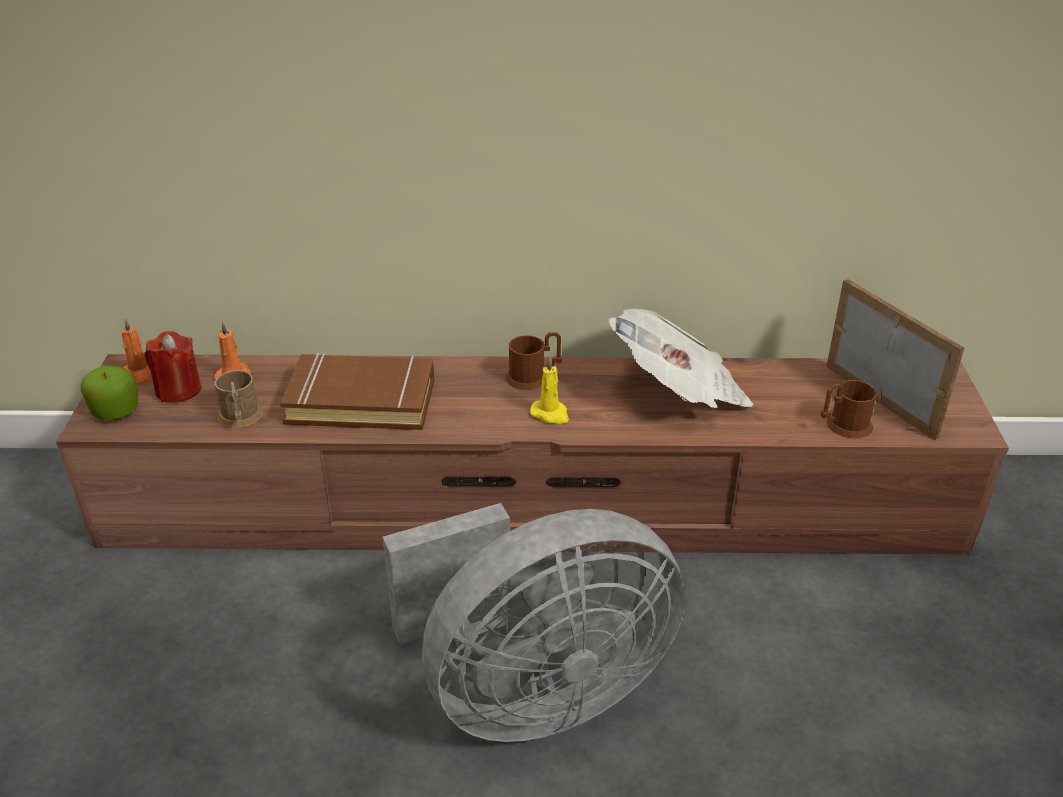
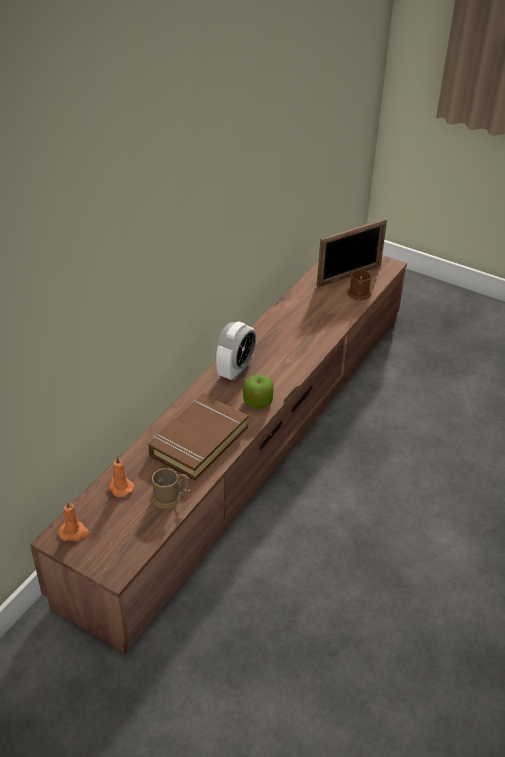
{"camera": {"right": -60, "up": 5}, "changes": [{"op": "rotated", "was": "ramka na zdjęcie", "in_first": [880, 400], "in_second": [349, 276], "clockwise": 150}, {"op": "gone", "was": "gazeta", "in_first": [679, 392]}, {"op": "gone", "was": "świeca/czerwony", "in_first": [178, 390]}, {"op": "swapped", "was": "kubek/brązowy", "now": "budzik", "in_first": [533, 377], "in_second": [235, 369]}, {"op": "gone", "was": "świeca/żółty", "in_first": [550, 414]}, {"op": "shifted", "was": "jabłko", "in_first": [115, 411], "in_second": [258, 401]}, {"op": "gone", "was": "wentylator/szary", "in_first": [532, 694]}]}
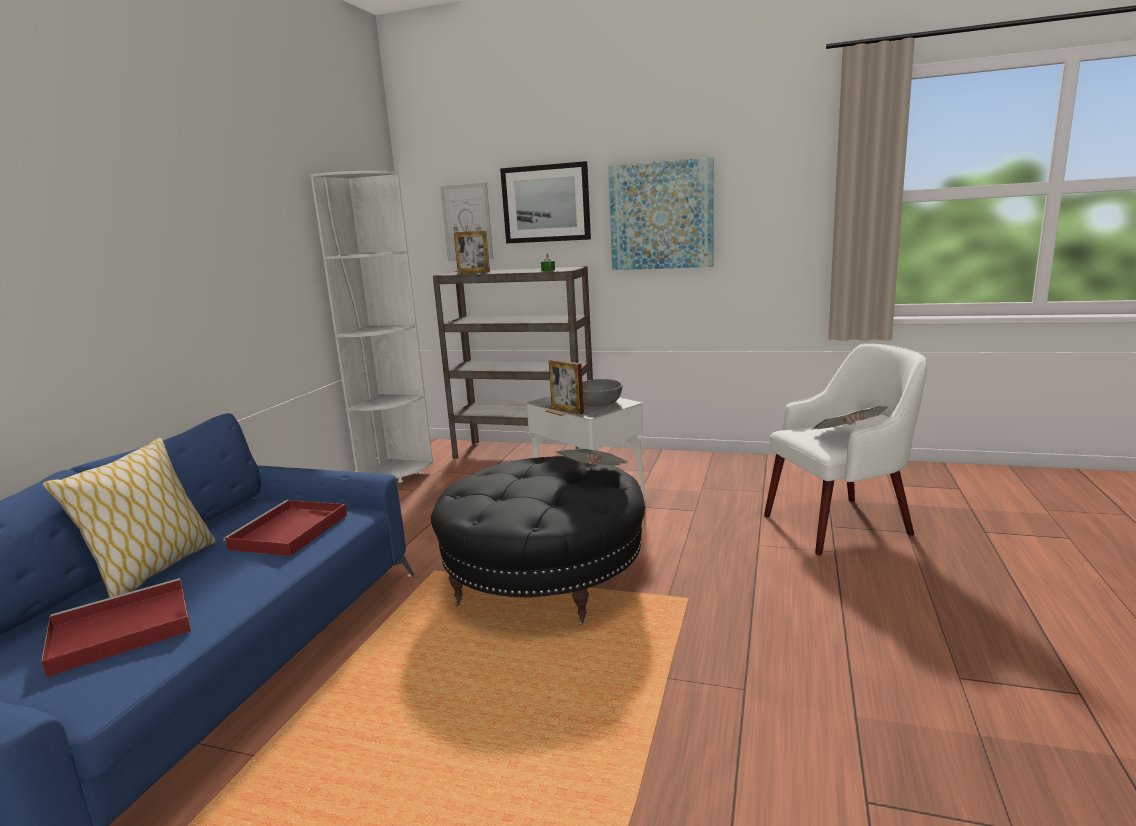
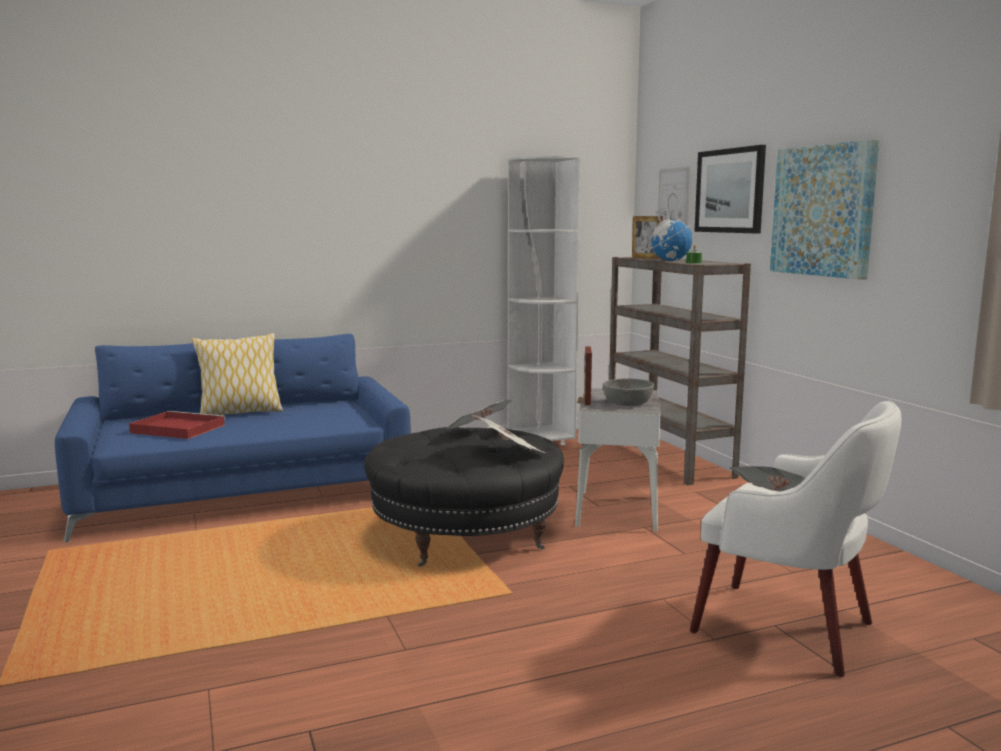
{"camera": {"right": 50, "up": -5}, "changes": [{"op": "gone", "was": "taca/czerwony", "in_first": [288, 532]}, {"op": "new", "now": "globus", "in_second": [669, 260]}, {"op": "new", "now": "gazeta", "in_second": [478, 432]}]}
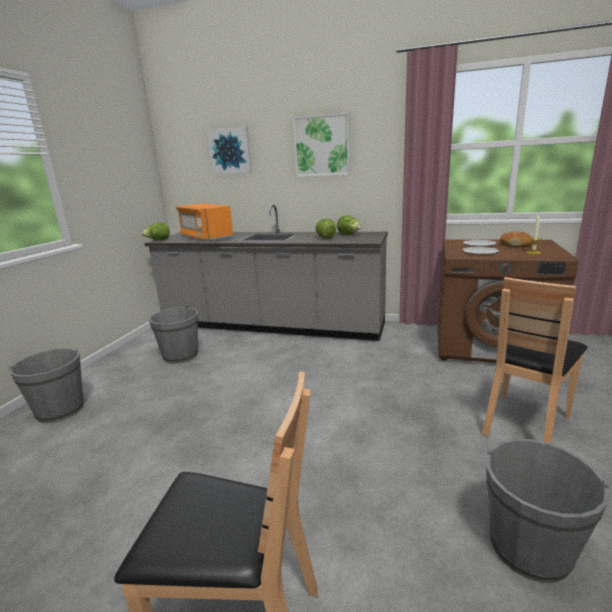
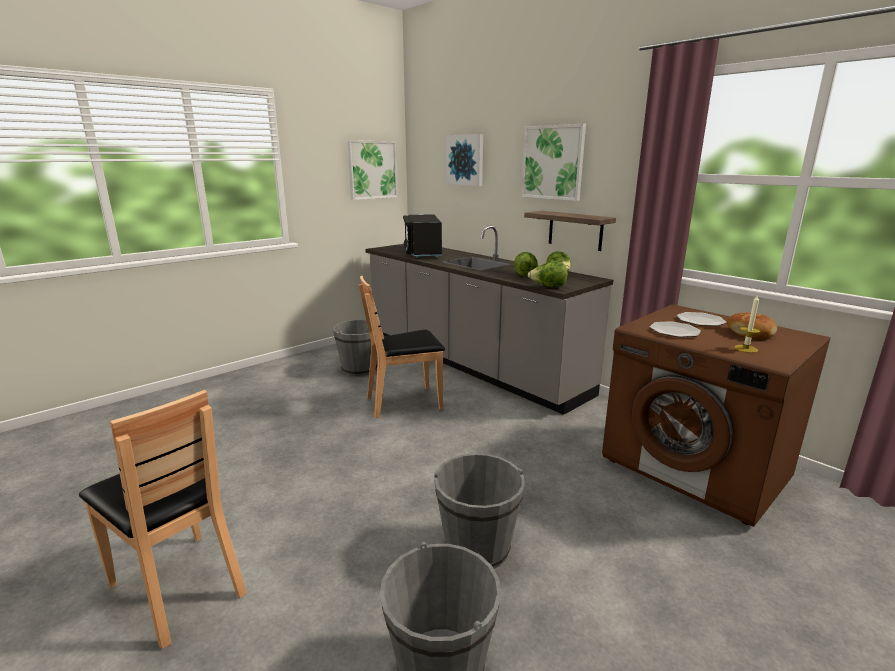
{"camera": {"right": 30, "up": 0}, "changes": [{"op": "repainted", "was": "mikrofalówka/pomarańczowy", "now": "mikrofalówka/czarny", "in_first": [206, 237], "in_second": [422, 252]}, {"op": "shifted", "was": "sałata", "in_first": [158, 240], "in_second": [548, 287]}, {"op": "shifted", "was": "krzesło/brązowy", "in_first": [525, 424], "in_second": [405, 402]}, {"op": "shifted", "was": "wiadro/szary", "in_first": [60, 410], "in_second": [477, 547]}, {"op": "new", "now": "obraz", "in_second": [372, 170]}, {"op": "new", "now": "półka", "in_second": [575, 230]}]}
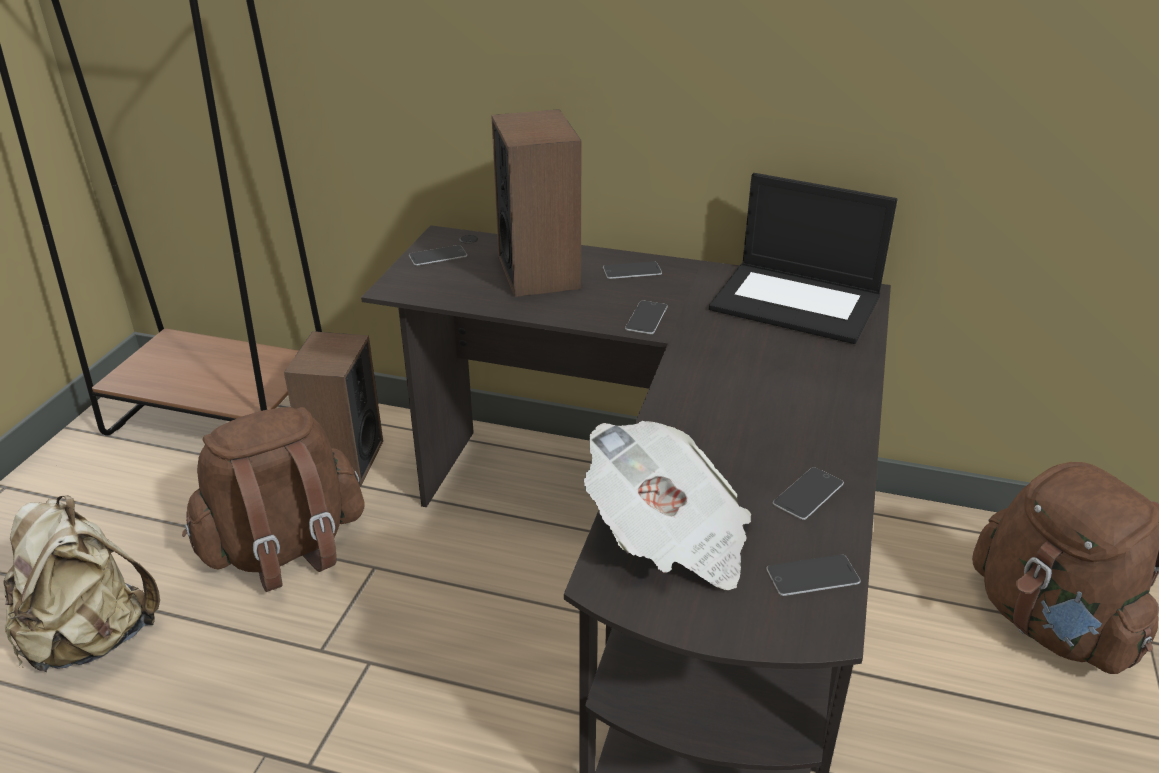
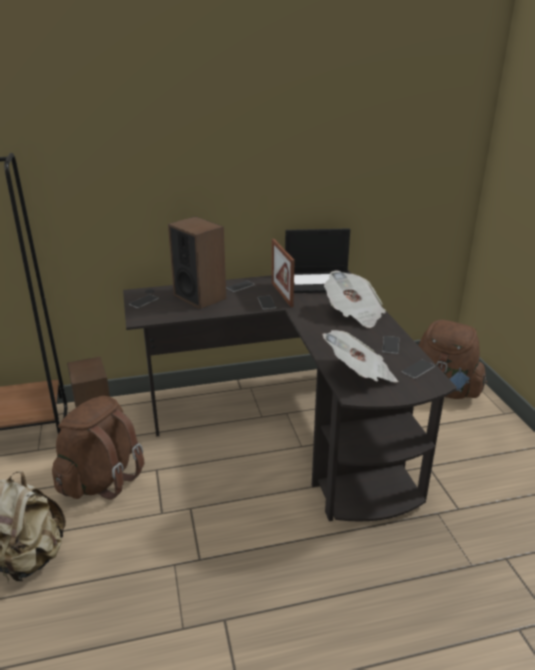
{"camera": {"right": -30, "up": -5}, "changes": [{"op": "new", "now": "ramka na zdjęcie", "in_second": [282, 294]}, {"op": "new", "now": "gazeta", "in_second": [354, 314]}]}
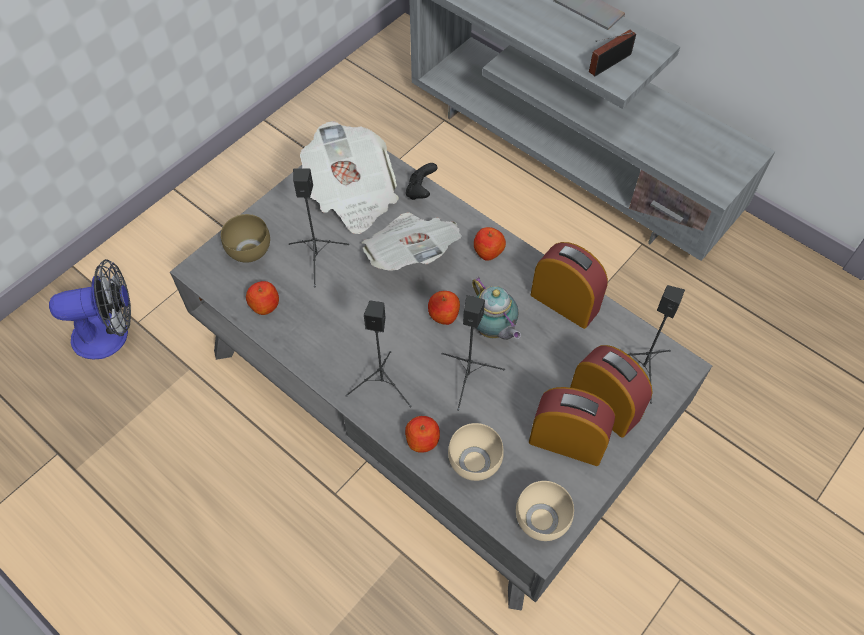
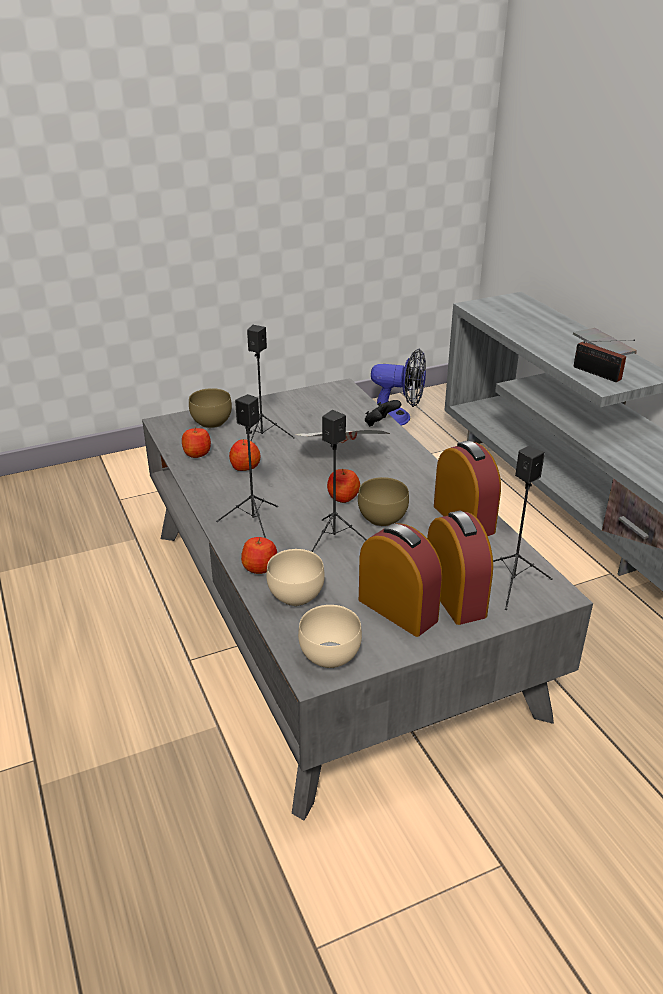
{"camera": {"right": 25, "up": -25}, "changes": [{"op": "rotated", "was": "radio", "in_first": [607, 64], "in_second": [599, 374], "clockwise": -120}, {"op": "gone", "was": "gazeta", "in_first": [352, 195]}, {"op": "shifted", "was": "jabłko", "in_first": [488, 251], "in_second": [245, 466]}, {"op": "shifted", "was": "wentylator", "in_first": [111, 334], "in_second": [397, 418]}, {"op": "swapped", "was": "imbryk", "now": "miska/brązowy", "in_first": [493, 330], "in_second": [380, 518]}]}
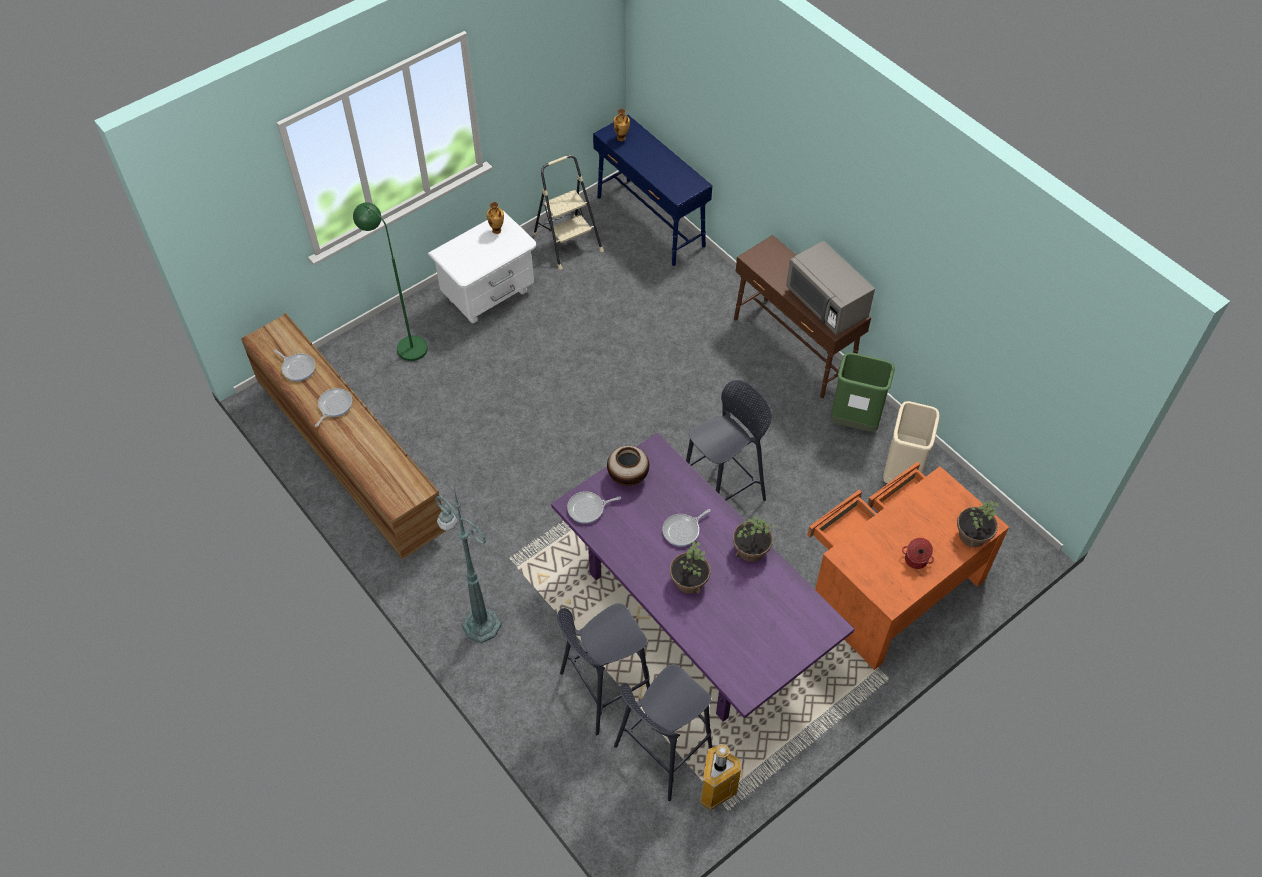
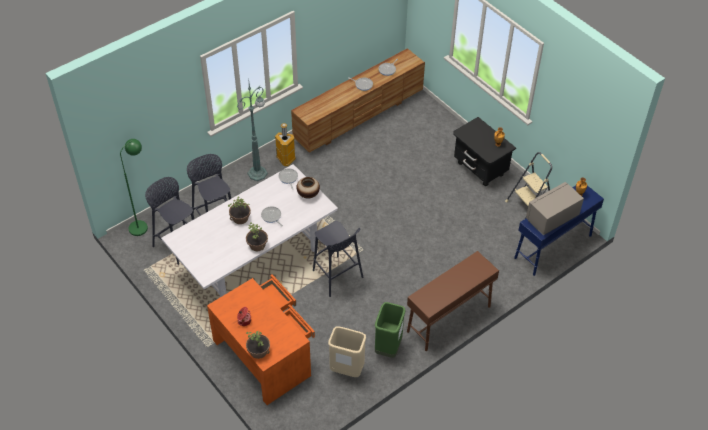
{"camera": {"right": 90, "up": -5}, "changes": [{"op": "shifted", "was": "lampa stojąca/zielony", "in_first": [405, 345], "in_second": [142, 225]}, {"op": "repainted", "was": "szafka nocna/biały", "now": "szafka nocna/czarny", "in_first": [490, 296], "in_second": [479, 169]}, {"op": "shifted", "was": "mikrofalówka/szary", "in_first": [826, 303], "in_second": [552, 218]}, {"op": "repainted", "was": "stół jadalny/fioletowy", "now": "stół jadalny/biały", "in_first": [694, 617], "in_second": [254, 260]}, {"op": "shifted", "was": "kosz na śmieci", "in_first": [715, 791], "in_second": [285, 159]}]}
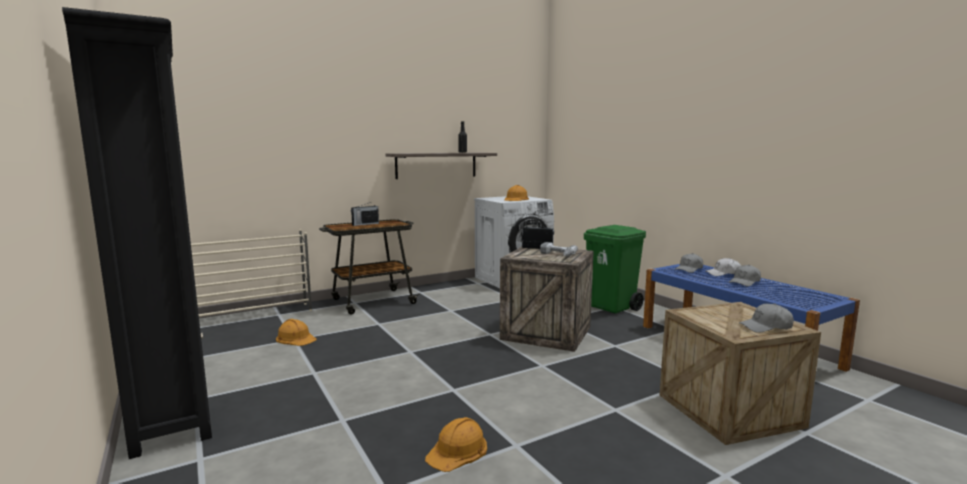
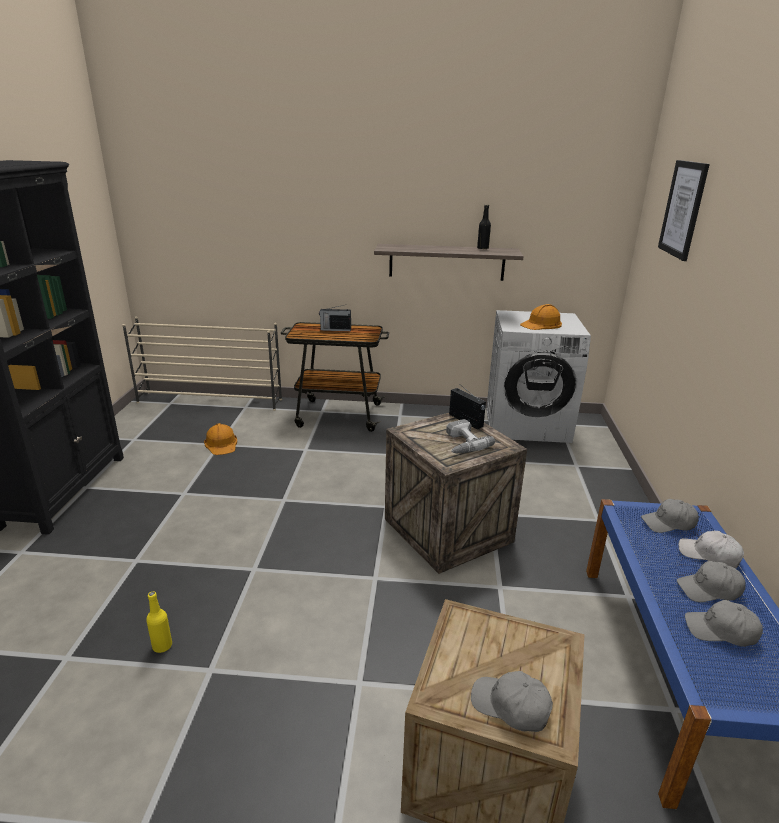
{"camera": {"right": 35, "up": 15}, "changes": [{"op": "gone", "was": "kosz na śmieci/zielony", "in_first": [612, 307]}, {"op": "swapped", "was": "kask/pomarańczowy", "now": "butelka/żółty", "in_first": [457, 450], "in_second": [162, 646]}, {"op": "new", "now": "obraz", "in_second": [683, 209]}, {"op": "new", "now": "czapka z daszkiem/szary", "in_second": [721, 631]}]}
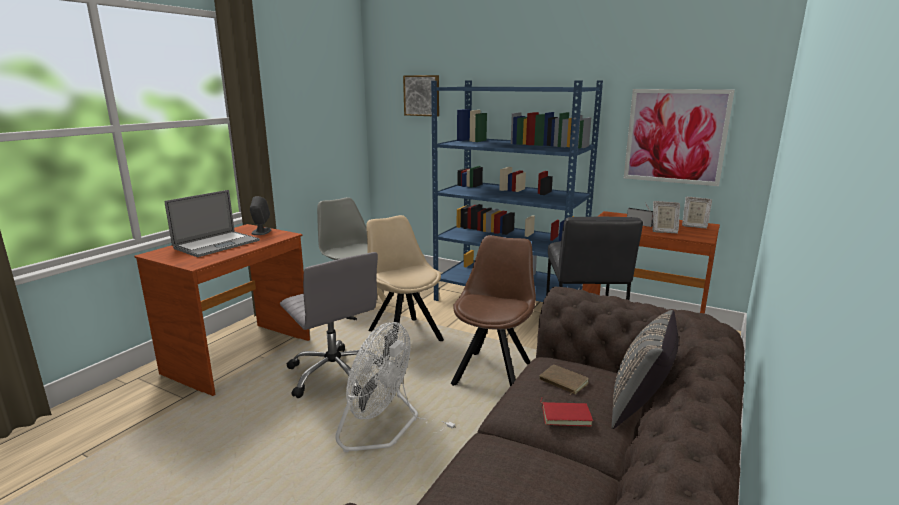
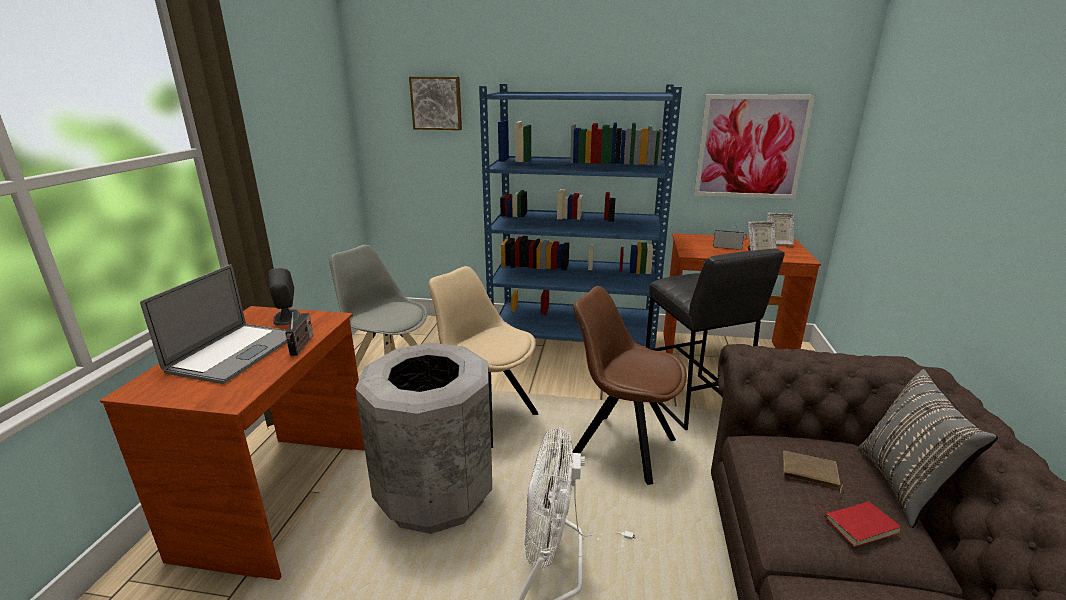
{"camera": {"right": -20, "up": 5}, "changes": [{"op": "rotated", "was": "krzesło/brązowy", "in_first": [493, 373], "in_second": [623, 447], "clockwise": -60}, {"op": "swapped", "was": "krzesło biurowe/szary", "now": "kosz na śmieci/szary", "in_first": [335, 374], "in_second": [436, 495]}, {"op": "new", "now": "radio", "in_second": [301, 346]}]}
